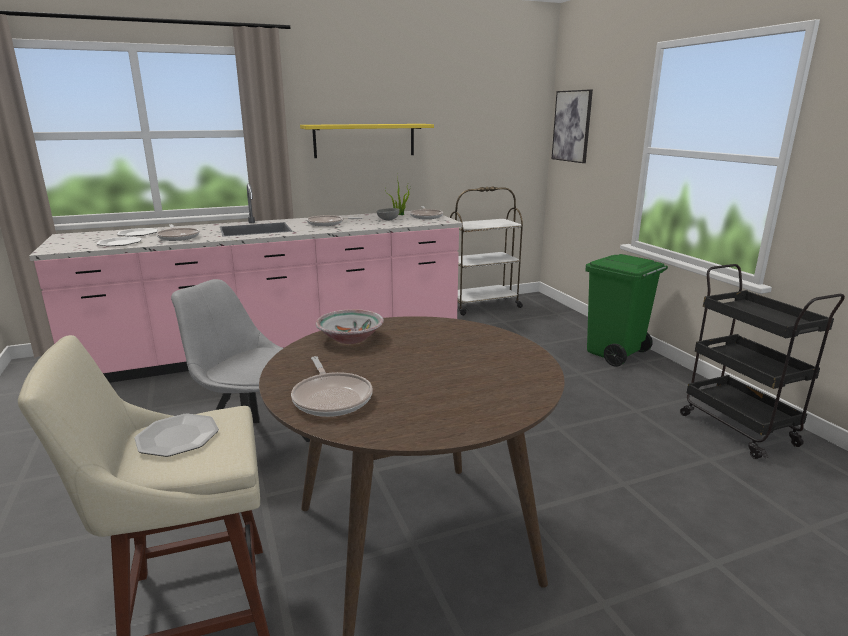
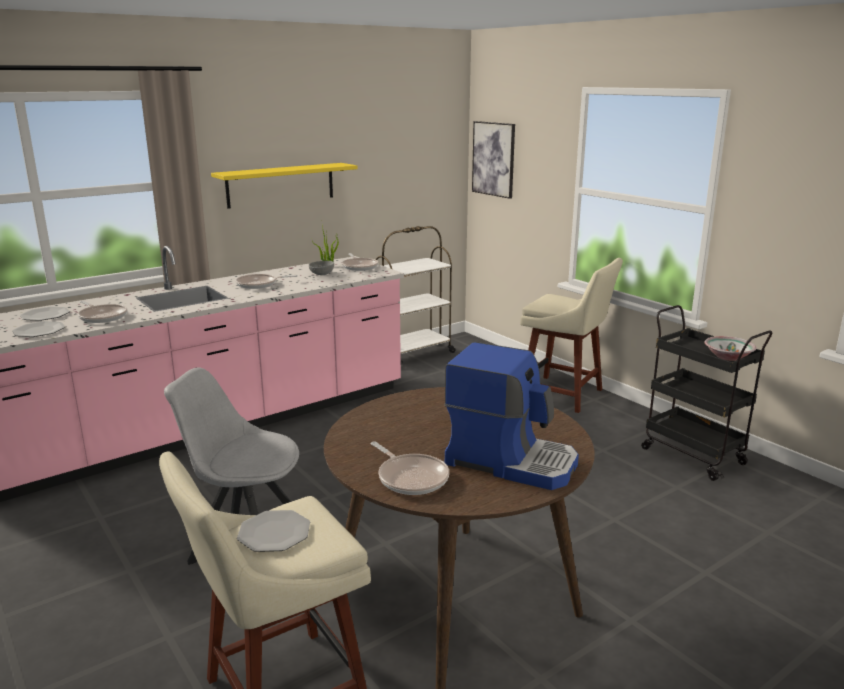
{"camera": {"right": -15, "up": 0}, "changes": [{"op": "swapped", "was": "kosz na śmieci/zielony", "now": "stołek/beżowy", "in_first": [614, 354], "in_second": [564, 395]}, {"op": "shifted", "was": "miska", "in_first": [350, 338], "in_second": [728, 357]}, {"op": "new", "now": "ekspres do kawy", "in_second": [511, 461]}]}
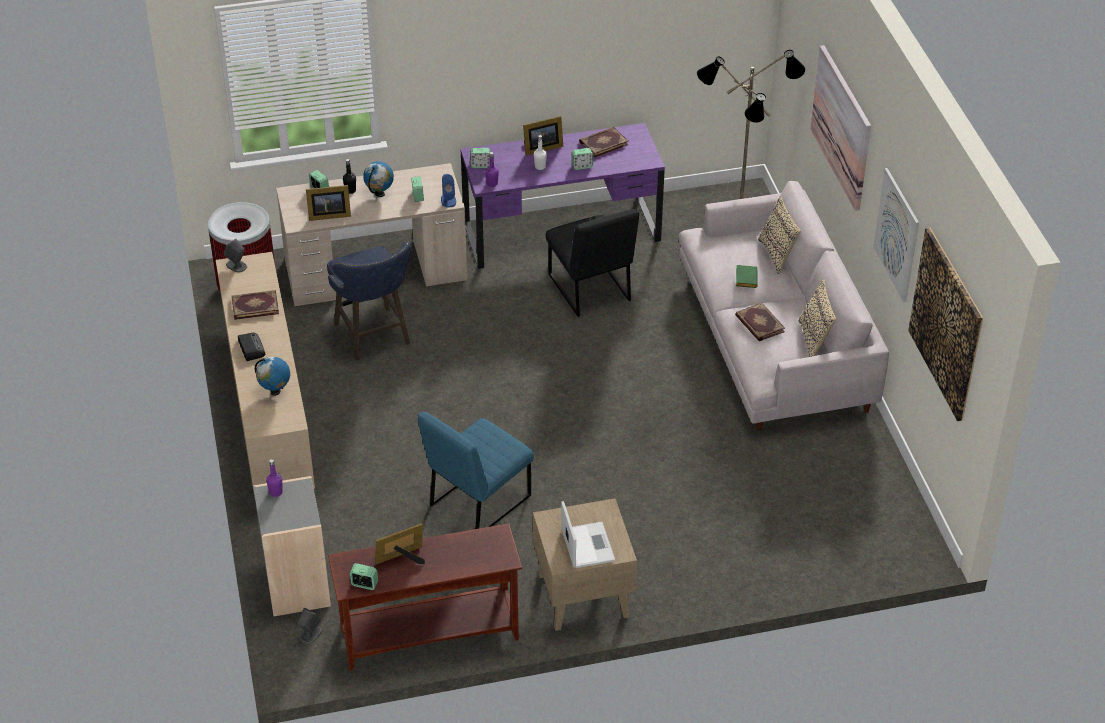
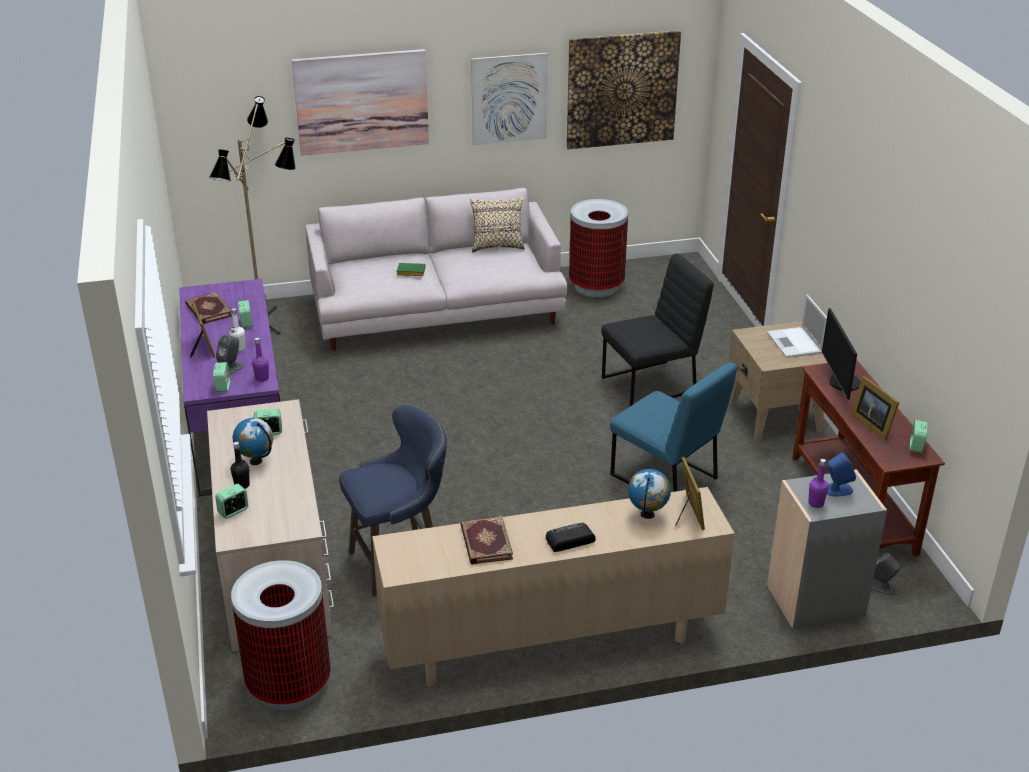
{"camera": {"right": -90, "up": -10}, "changes": [{"op": "shifted", "was": "głośnik/niebieski", "in_first": [448, 200], "in_second": [837, 489]}, {"op": "shifted", "was": "ramka na zdjęcie", "in_first": [328, 215], "in_second": [688, 513]}, {"op": "gone", "was": "poduszka/beżowy", "in_first": [776, 255]}, {"op": "shifted", "was": "krzesło/czarny", "in_first": [590, 289], "in_second": [651, 384]}, {"op": "shifted", "was": "głośnik/szary", "in_first": [236, 266], "in_second": [231, 368]}, {"op": "gone", "was": "książka", "in_first": [759, 324]}, {"op": "rotated", "was": "laptop", "in_first": [587, 544], "in_second": [795, 343], "clockwise": -90}, {"op": "new", "now": "kosz na śmieci", "in_second": [596, 286]}, {"op": "new", "now": "monitor", "in_second": [841, 383]}]}
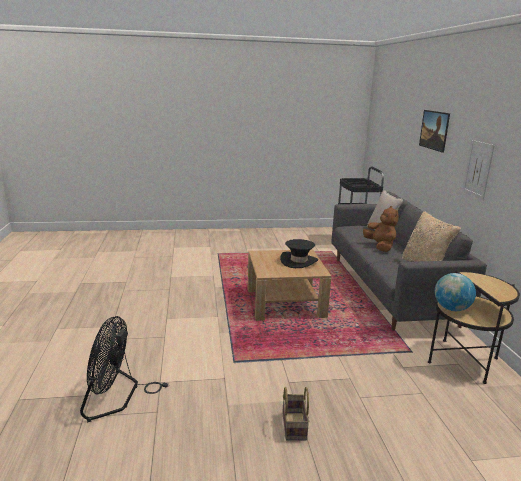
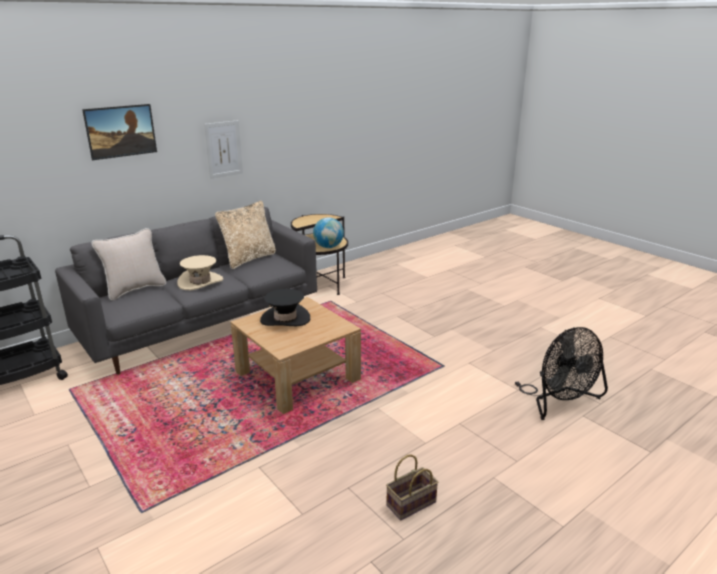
{"camera": {"right": -120, "up": 5}, "changes": [{"op": "swapped", "was": "pluszak/brązowy", "now": "kapelusz/beżowy", "in_first": [380, 247], "in_second": [200, 282]}, {"op": "shifted", "was": "koszyk", "in_first": [293, 425], "in_second": [411, 505]}]}
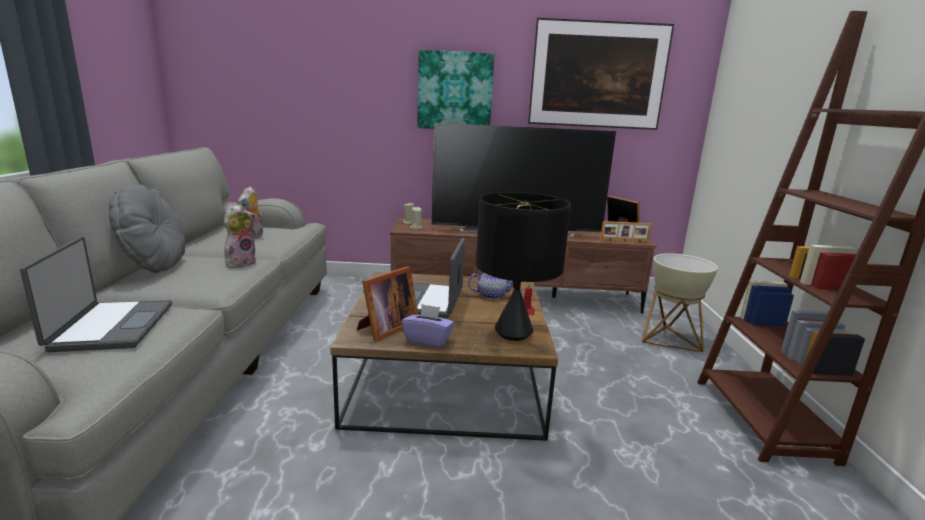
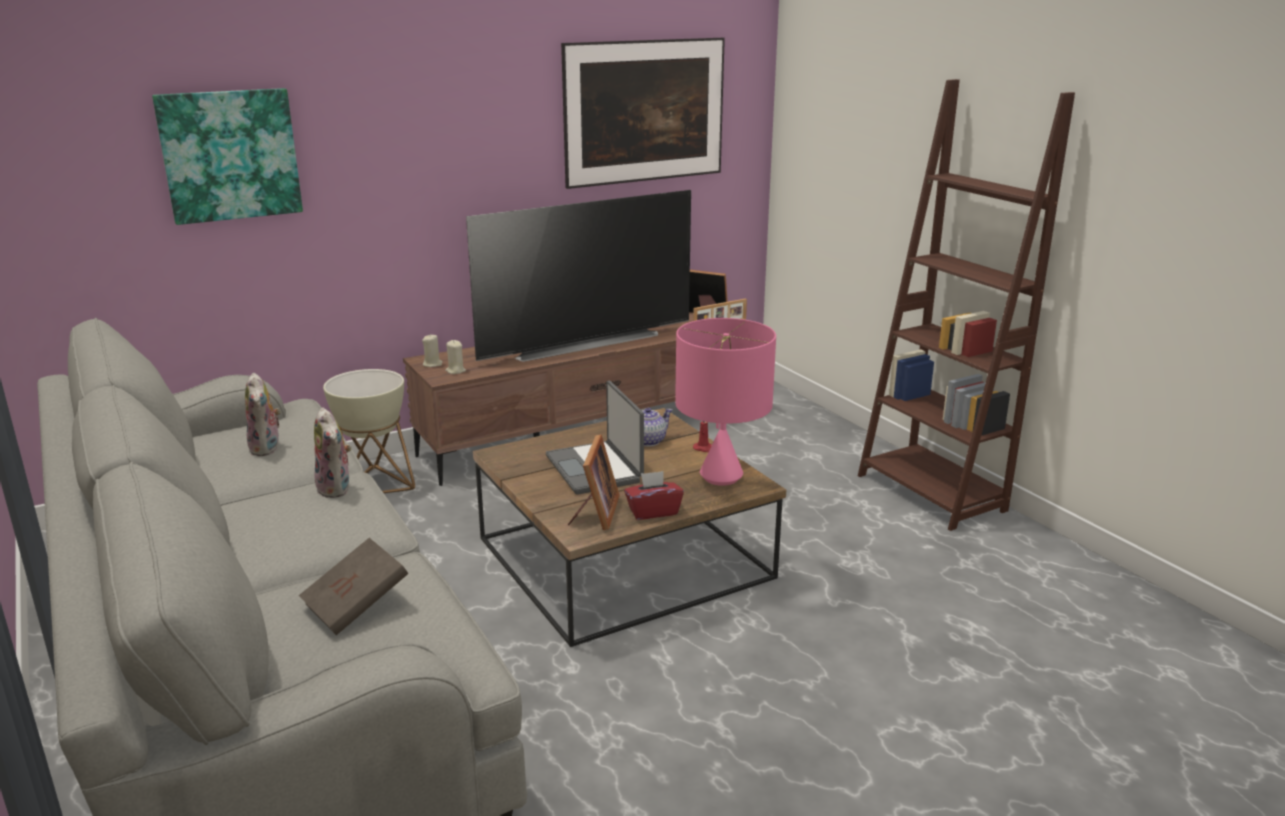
{"camera": {"right": -30, "up": 5}, "changes": [{"op": "shifted", "was": "obraz", "in_first": [455, 91], "in_second": [230, 155]}, {"op": "gone", "was": "poduszka/szary", "in_first": [155, 267]}, {"op": "repainted", "was": "lampa stołowa/czarny", "now": "lampa stołowa/różowy", "in_first": [513, 333], "in_second": [721, 478]}, {"op": "rotated", "was": "pluszak", "in_first": [241, 263], "in_second": [337, 489], "clockwise": 150}, {"op": "swapped", "was": "laptop", "now": "książka/brązowy", "in_first": [111, 327], "in_second": [356, 606]}, {"op": "shifted", "was": "donica", "in_first": [670, 339], "in_second": [376, 483]}, {"op": "repainted", "was": "pudełko chusteczek/fioletowy", "now": "pudełko chusteczek/czerwony", "in_first": [428, 340], "in_second": [653, 511]}]}
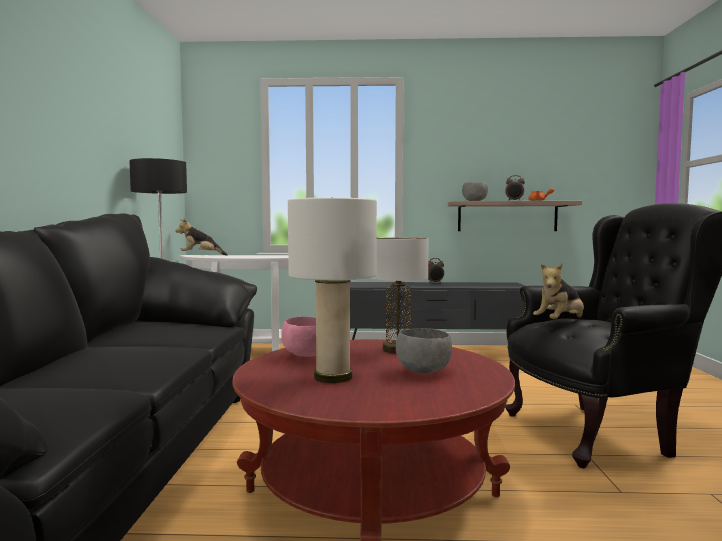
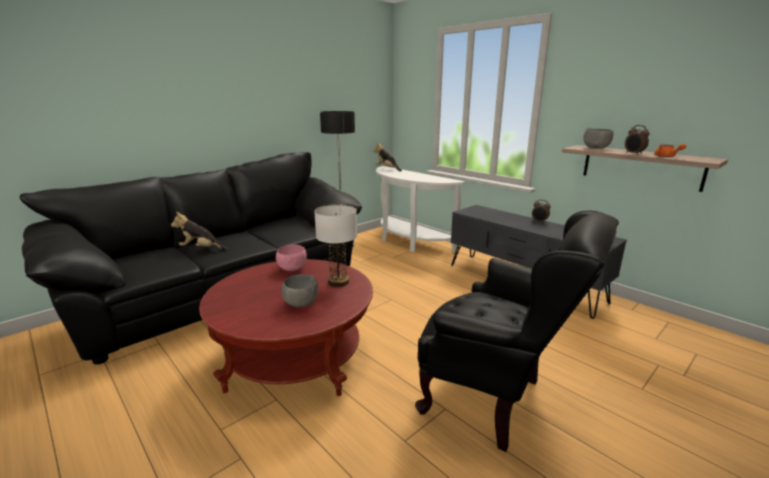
{"camera": {"right": 45, "up": 15}, "changes": [{"op": "gone", "was": "lampa stołowa/biały", "in_first": [332, 377]}, {"op": "shifted", "was": "pluszak", "in_first": [560, 323], "in_second": [201, 249]}]}
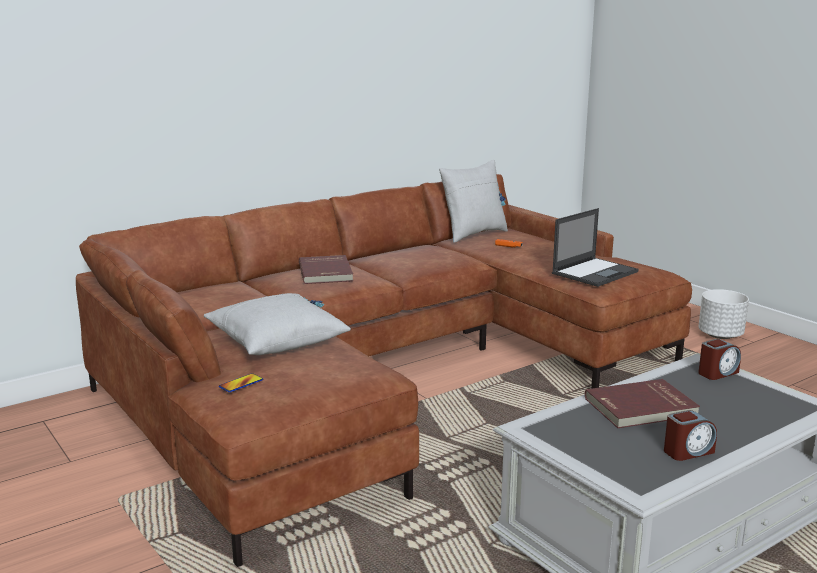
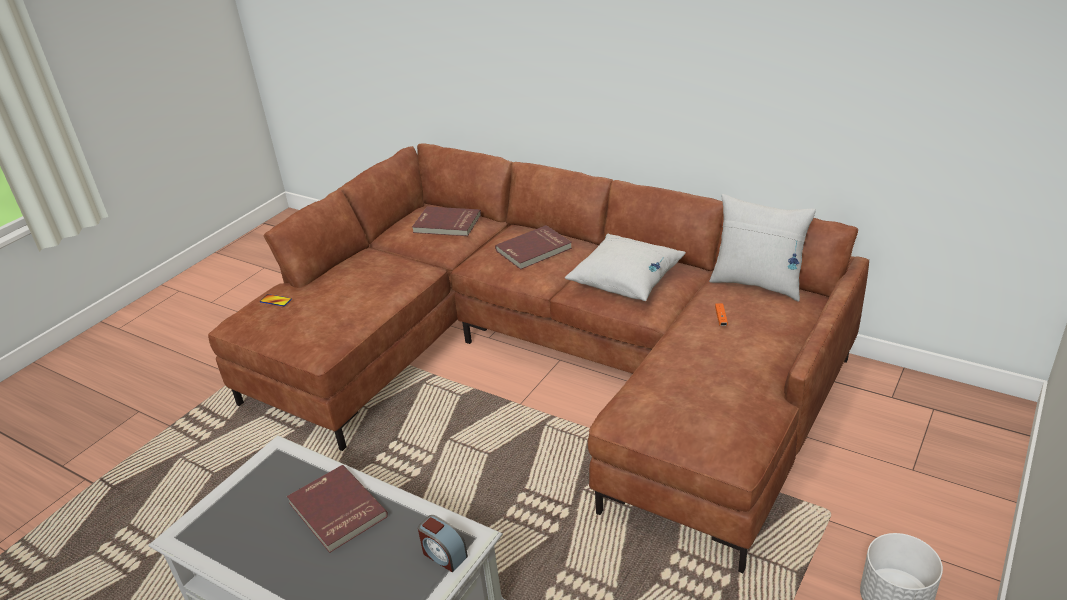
{"camera": {"right": 70, "up": 15}, "changes": [{"op": "gone", "was": "laptop", "in_first": [595, 272]}, {"op": "shifted", "was": "poduszka/szary", "in_first": [277, 342], "in_second": [625, 280]}, {"op": "gone", "was": "budzik", "in_first": [688, 451]}, {"op": "new", "now": "książka/czerwony", "in_second": [447, 224]}]}
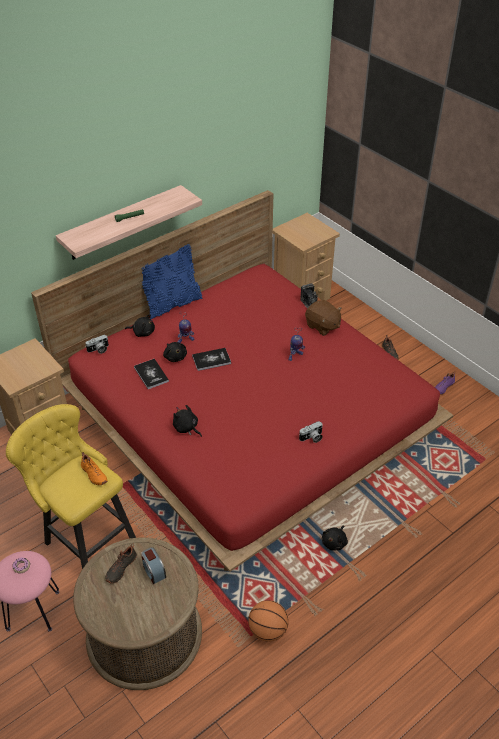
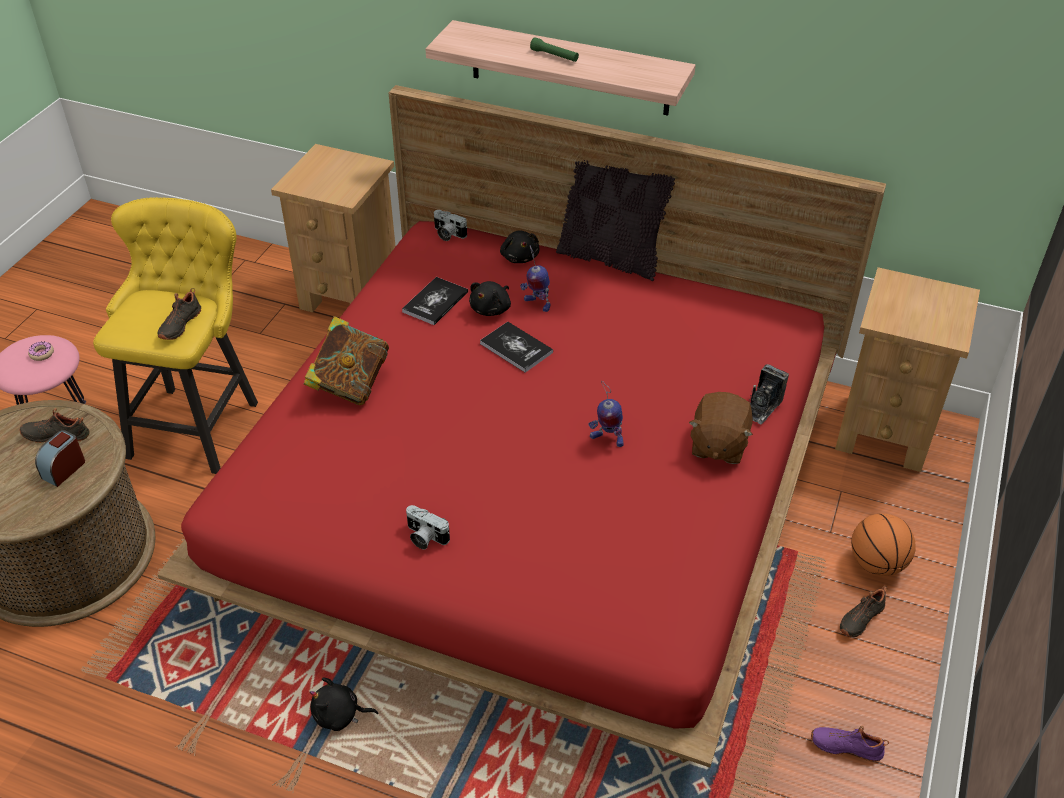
{"camera": {"right": 60, "up": 0}, "changes": [{"op": "repainted", "was": "poduszka/niebieski", "now": "poduszka/czarny", "in_first": [172, 304], "in_second": [610, 259]}, {"op": "swapped", "was": "pluszak/czarny", "now": "książka", "in_first": [186, 428], "in_second": [350, 384]}, {"op": "repainted", "was": "but/pomarańczowy", "now": "but/czarny", "in_first": [93, 474], "in_second": [179, 324]}, {"op": "shifted", "was": "piłka do koszykówki", "in_first": [268, 630], "in_second": [876, 564]}]}
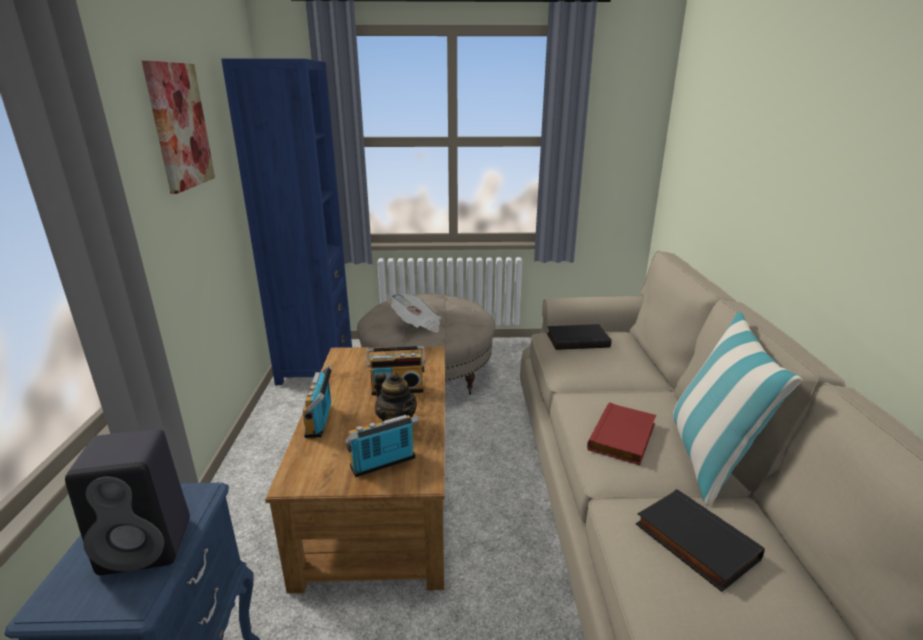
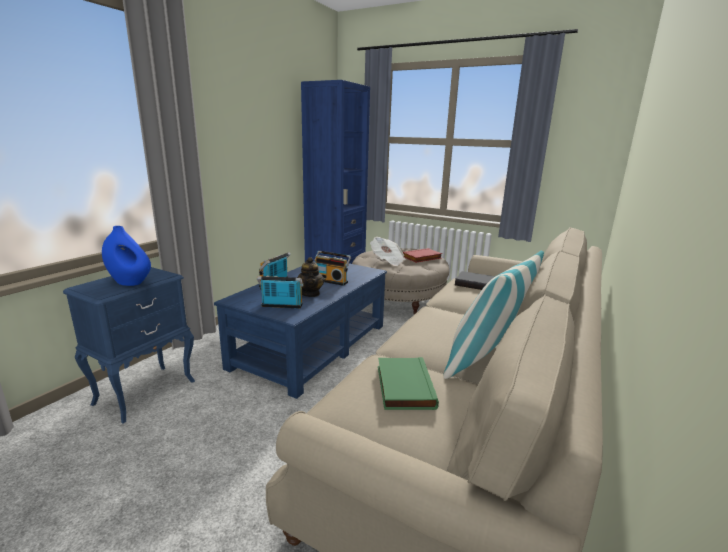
{"camera": {"right": 30, "up": -5}, "changes": [{"op": "gone", "was": "obraz", "in_first": [179, 126]}, {"op": "repainted", "was": "ława/brązowy", "now": "ława/niebieski", "in_first": [380, 490], "in_second": [310, 345]}, {"op": "shifted", "was": "książka/czerwony", "in_first": [623, 437], "in_second": [422, 258]}, {"op": "swapped", "was": "głośnik/czarny", "now": "wazon/niebieski", "in_first": [150, 544], "in_second": [130, 282]}, {"op": "repainted", "was": "książka/czarny", "now": "książka/zielony", "in_first": [693, 542], "in_second": [403, 386]}]}
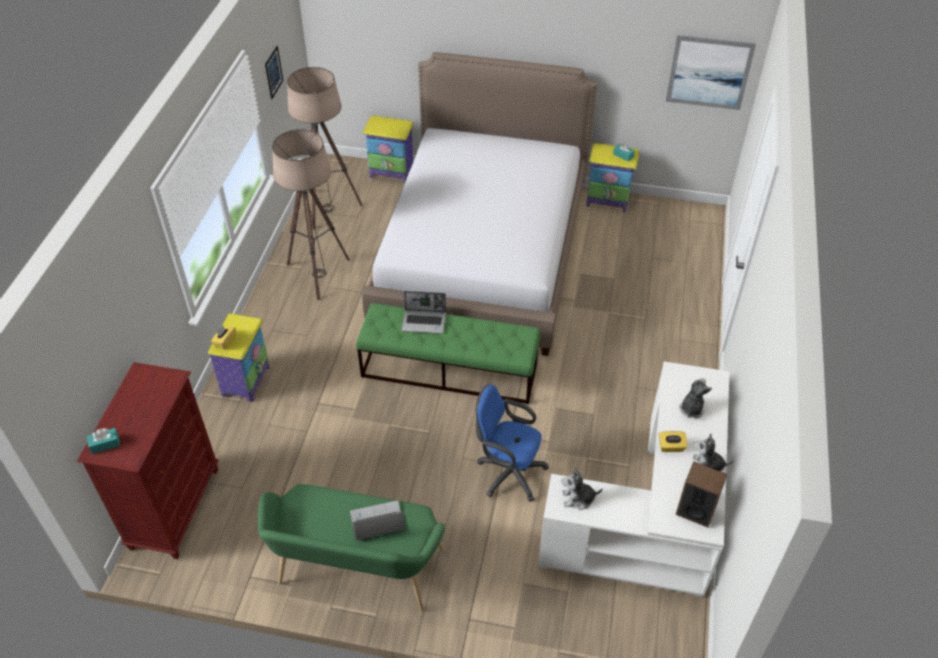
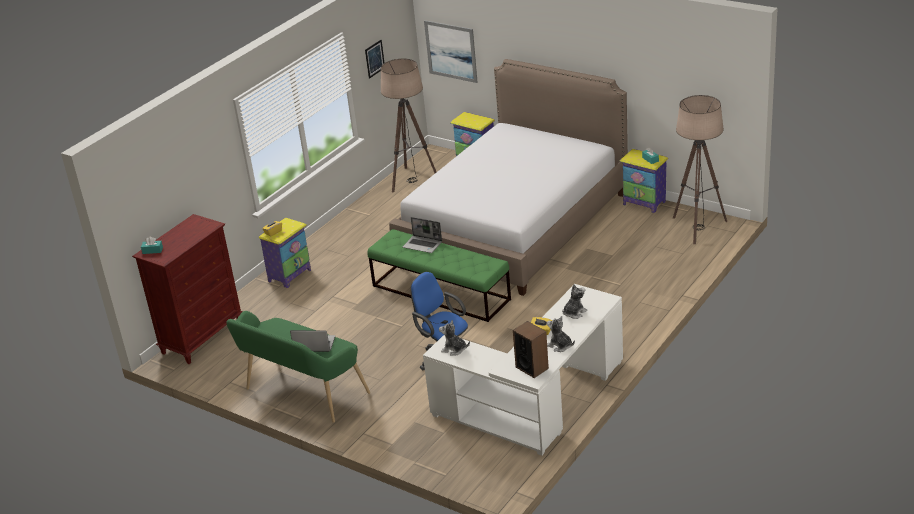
{"camera": {"right": 25, "up": -15}, "changes": [{"op": "shifted", "was": "obraz", "in_first": [709, 72], "in_second": [451, 51]}, {"op": "shifted", "was": "lampa stojąca", "in_first": [318, 274], "in_second": [698, 227]}]}
